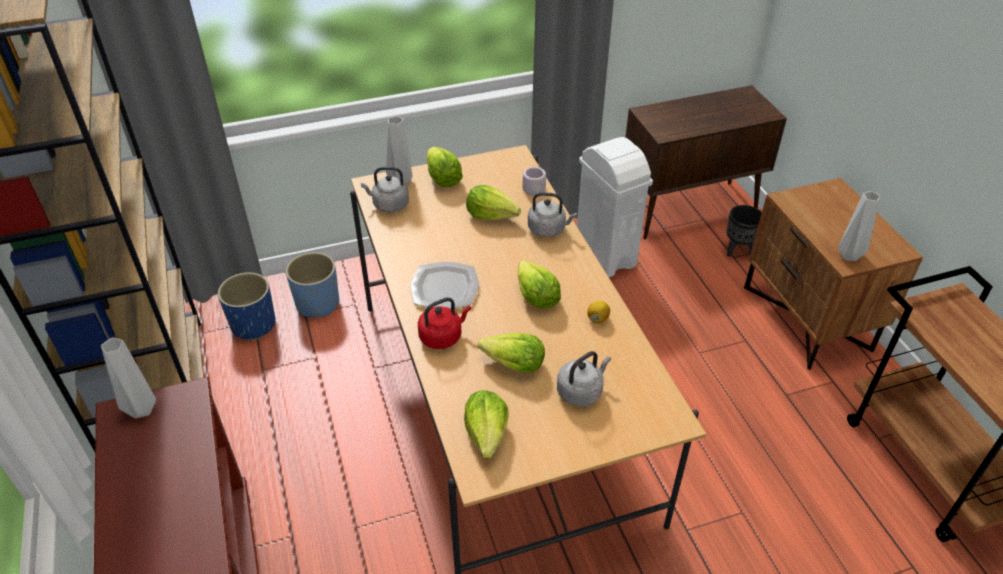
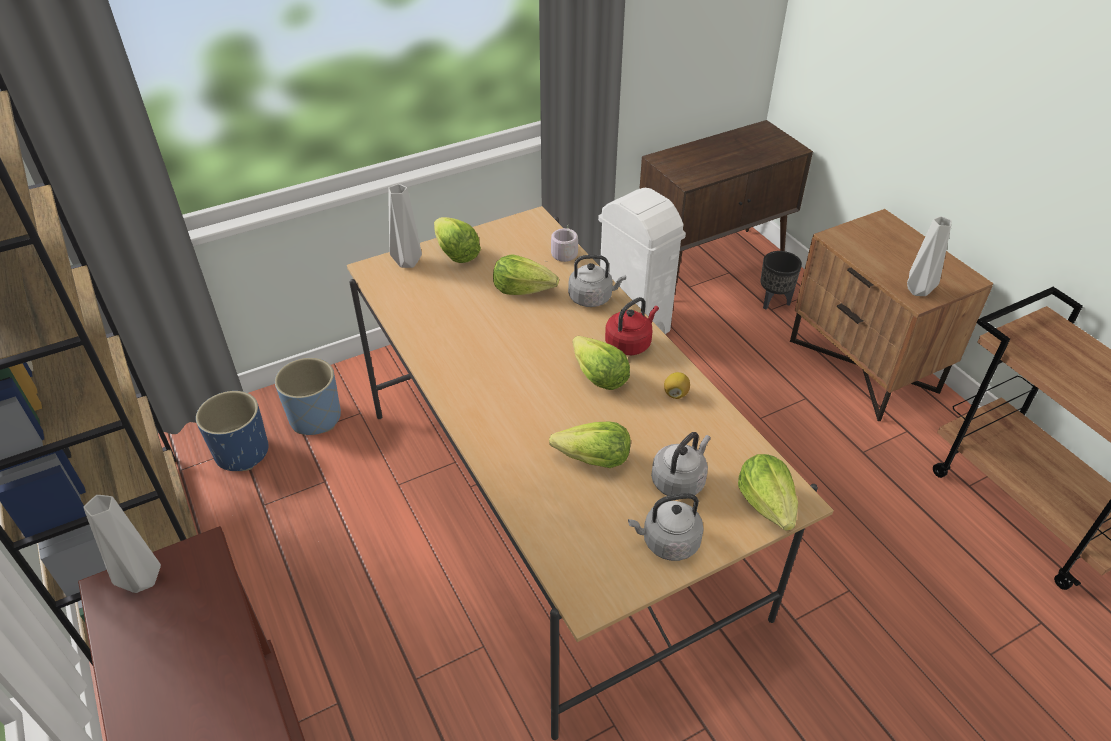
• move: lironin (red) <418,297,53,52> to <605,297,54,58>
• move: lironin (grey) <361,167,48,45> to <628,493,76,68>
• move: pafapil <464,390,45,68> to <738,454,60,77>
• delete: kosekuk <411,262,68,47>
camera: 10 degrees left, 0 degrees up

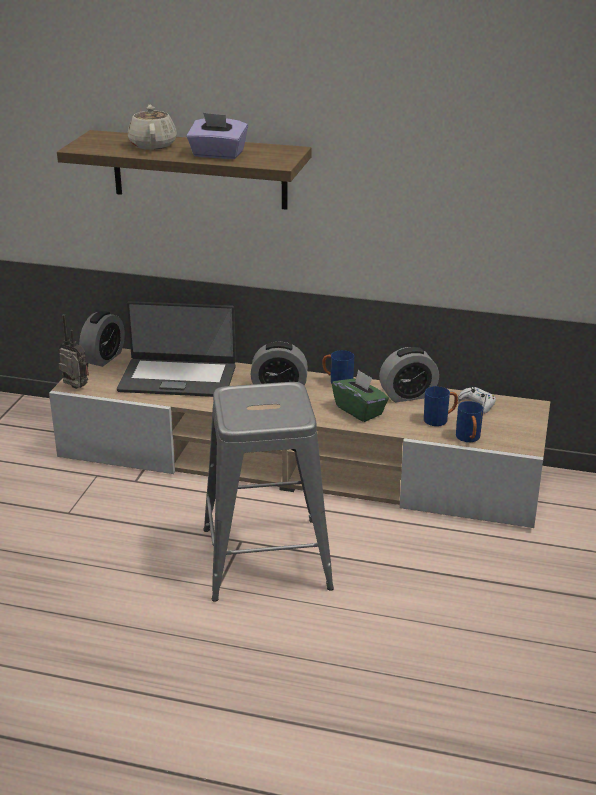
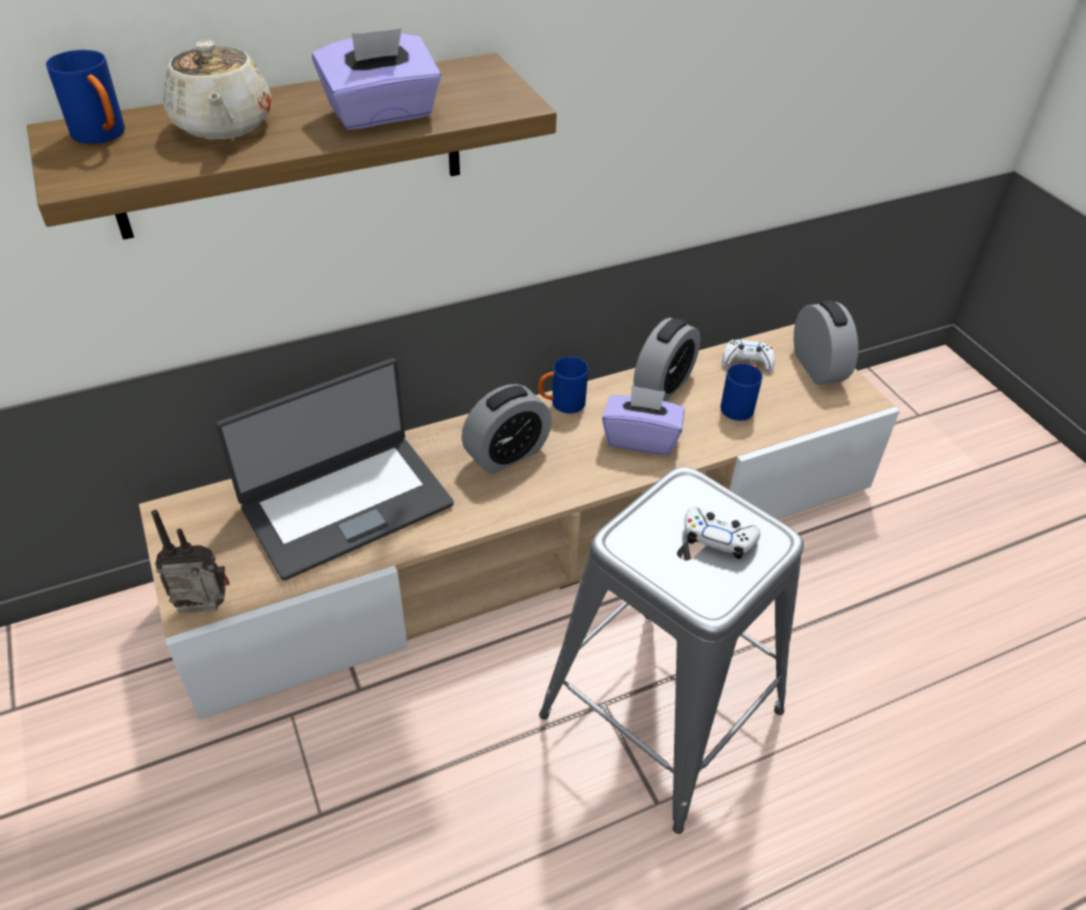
• move: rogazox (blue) <456,401,27,41> to <46,50,79,94>
• rotate: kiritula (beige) <128,105,49,45> = <163,40,109,99> 150 degrees counterclockwise
• recolor: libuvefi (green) <332,369,57,53> to libuvefi (purple) <602,385,83,70>
• insert: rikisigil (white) <684,507,76,52>
• move: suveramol <79,311,46,56> to <794,300,64,85>
camera: 40 degrees left, 15 degrees up

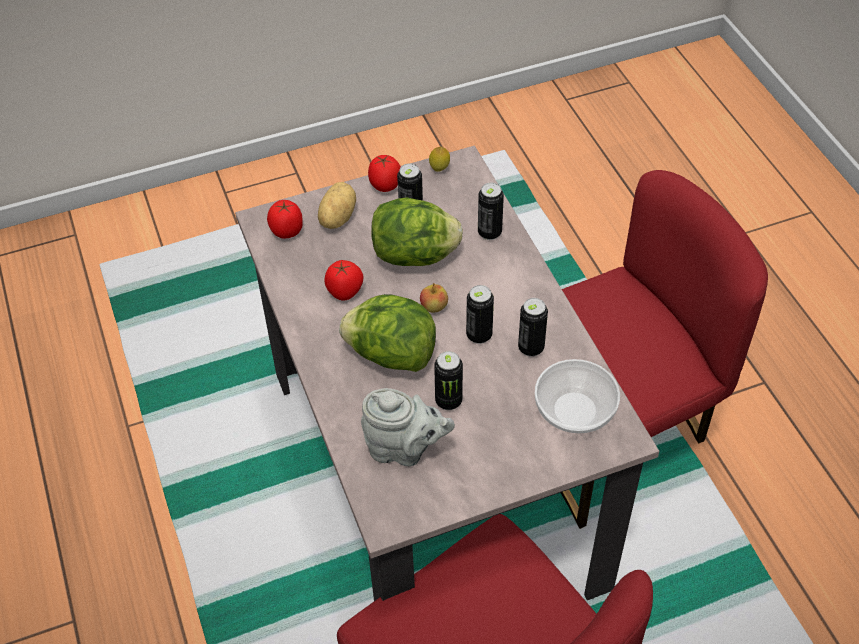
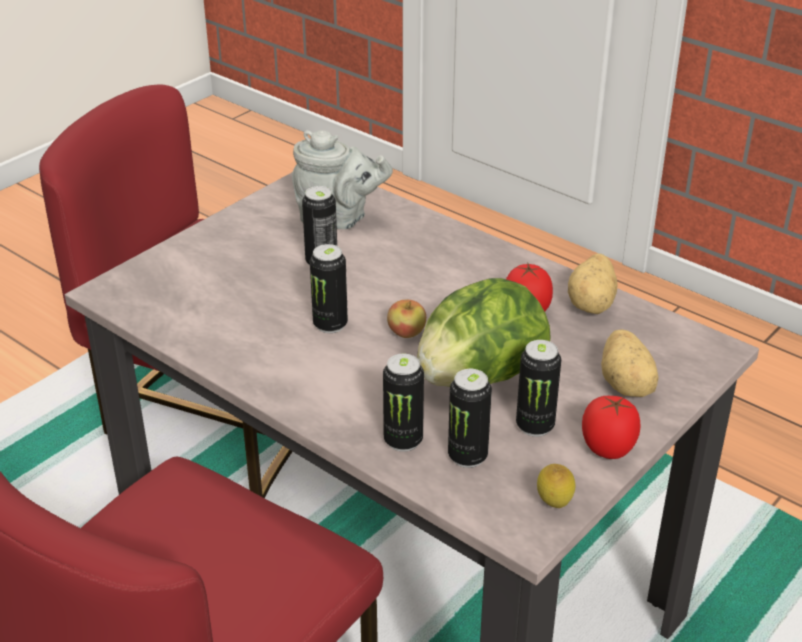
• rotate: kiritula (grey) <361,388,94,78> = <292,130,101,99> 150 degrees counterclockwise
• move: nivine <518,298,30,59> to <448,369,44,99>
• insert: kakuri <568,253,50,61>
• delete: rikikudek <267,200,36,39>
• delete: pafapil <339,294,97,78>
• delete: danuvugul <535,359,85,74>
camera: 150 degrees right, 15 degrees down

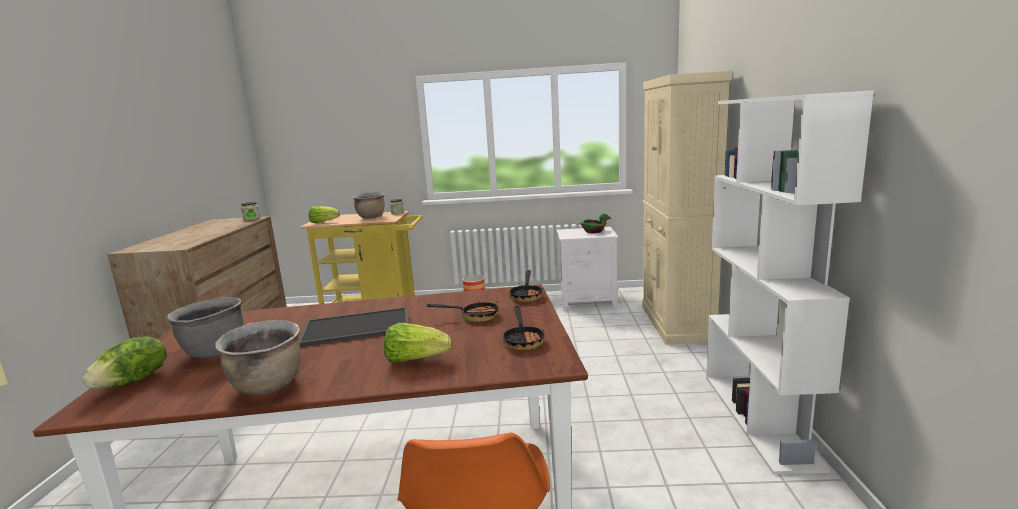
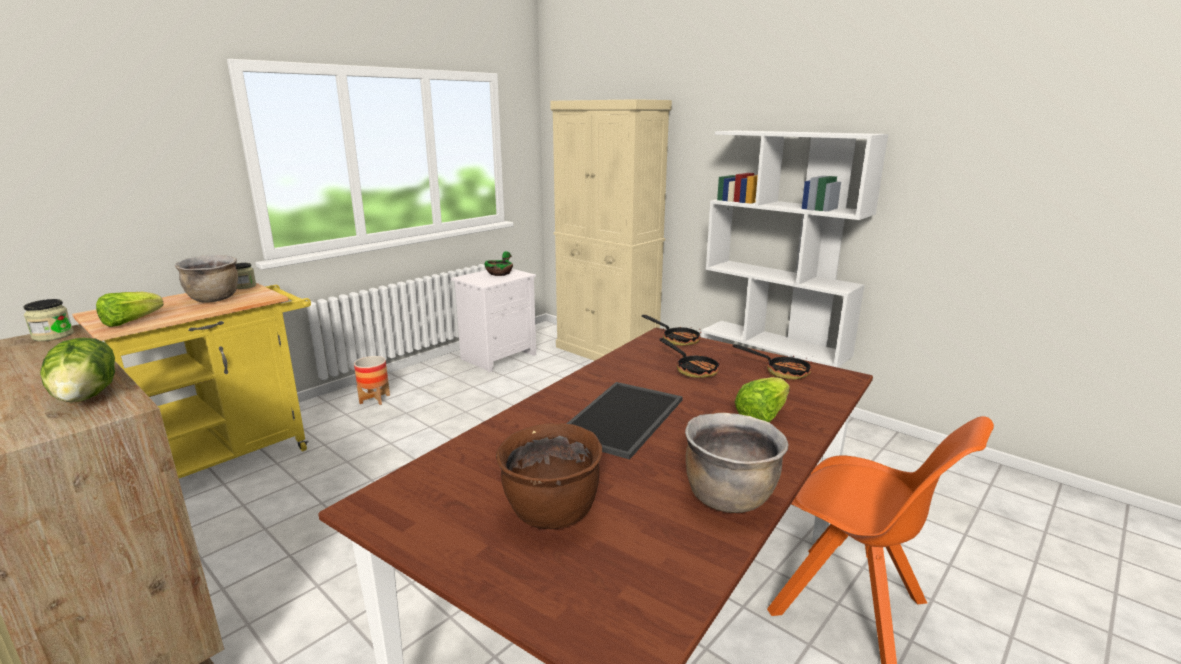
• move: pafapil <82,336,85,53> to <40,338,75,64>
• recolor: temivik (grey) <167,297,77,61> to temivik (brown) <496,423,106,106>
• rotate: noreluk <426,301,73,21> = <659,338,61,40> 105 degrees clockwise
camera: 50 degrees left, 5 degrees up

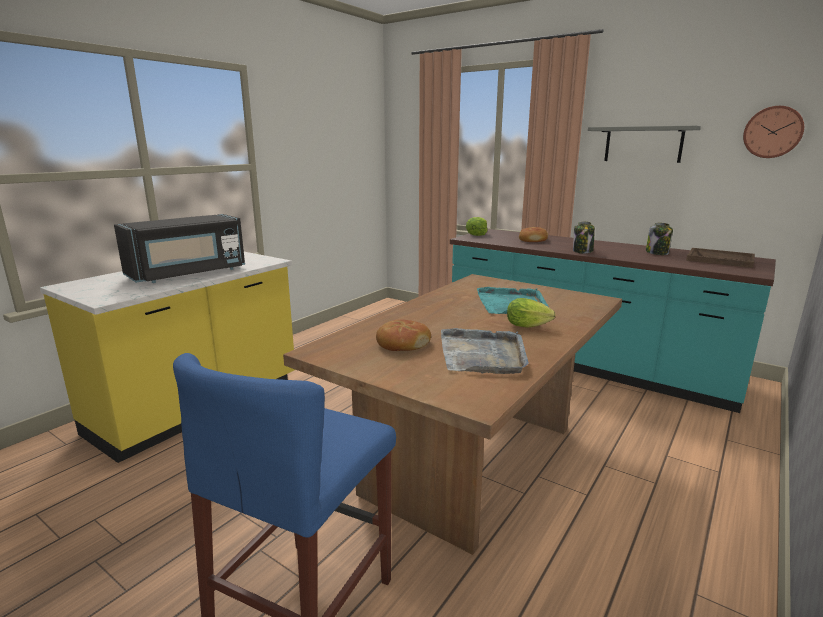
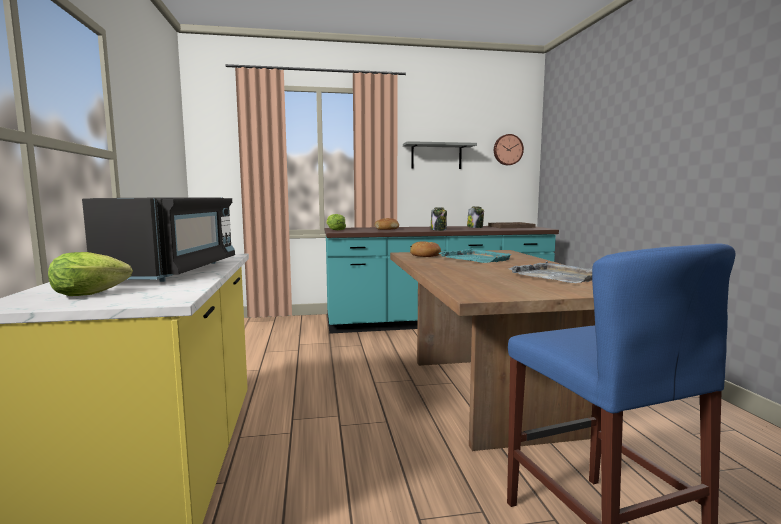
• move: pafapil <507,298,48,30> to <48,252,85,44>
• move: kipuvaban <376,320,55,31> to <410,241,31,16>
camera: 45 degrees left, 10 degrees down

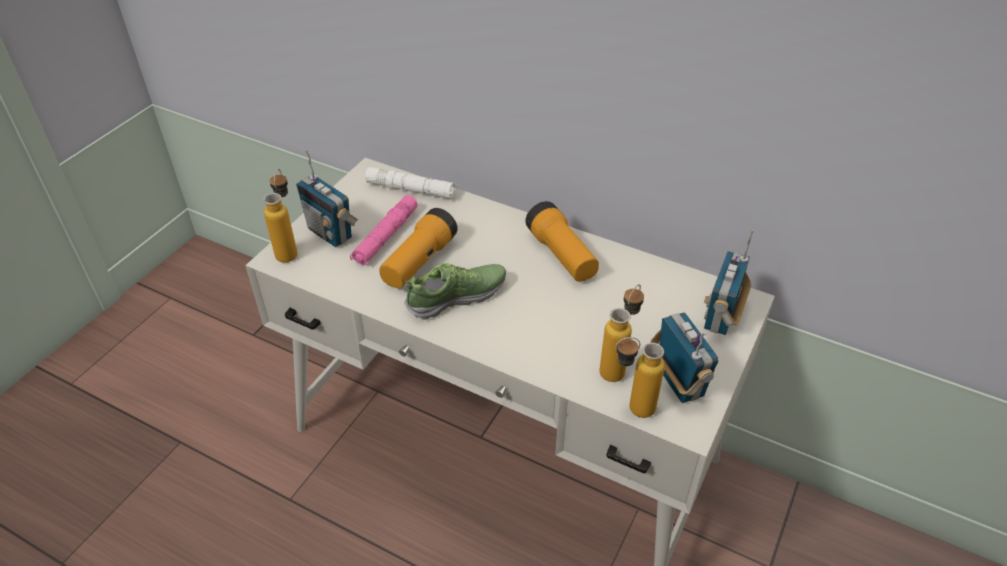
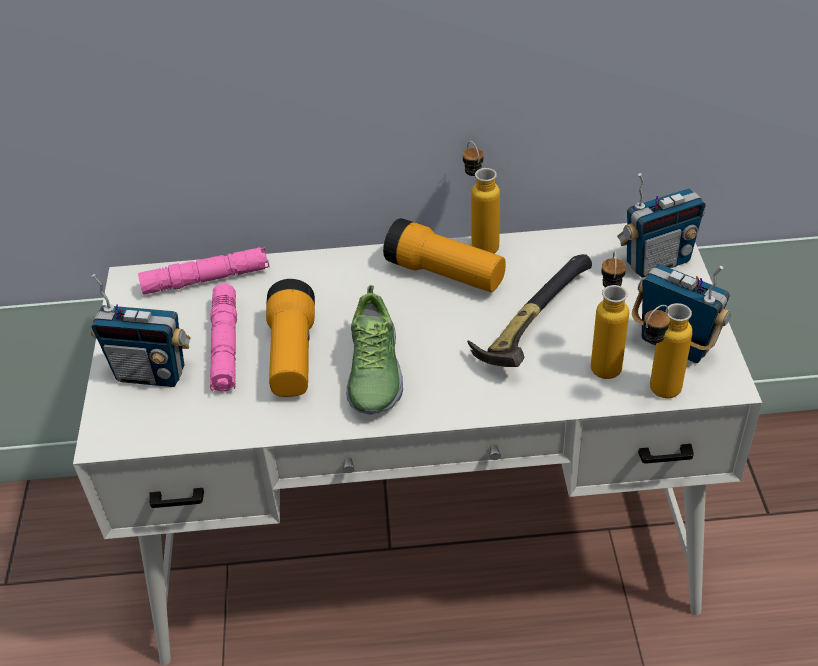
• recolor: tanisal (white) <365,167,93,32> to tanisal (pink) <138,247,132,48>
• rotate: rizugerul <405,263,101,57> = <346,285,57,130> 150 degrees clockwise
• move: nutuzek <263,169,34,94> to <463,141,37,112>
• insert: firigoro <467,254,125,113>
• rotate: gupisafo <704,230,50,105> = <617,173,89,105> 105 degrees counterclockwise
camera: 30 degrees left, 0 degrees up

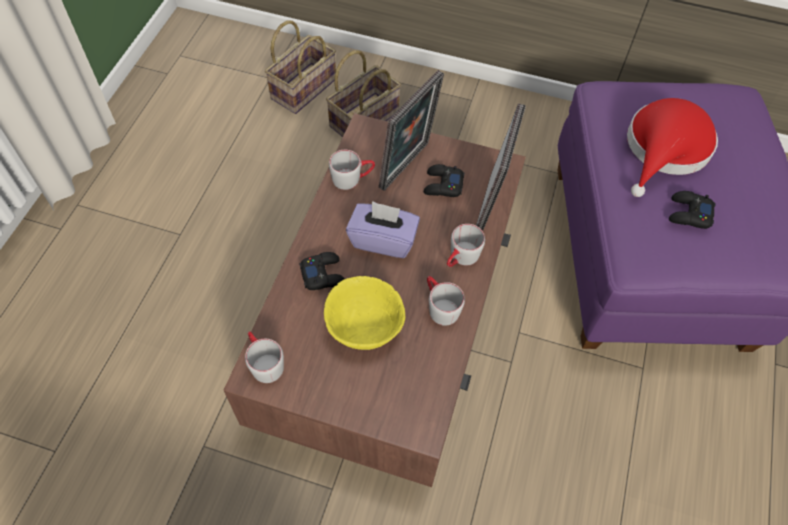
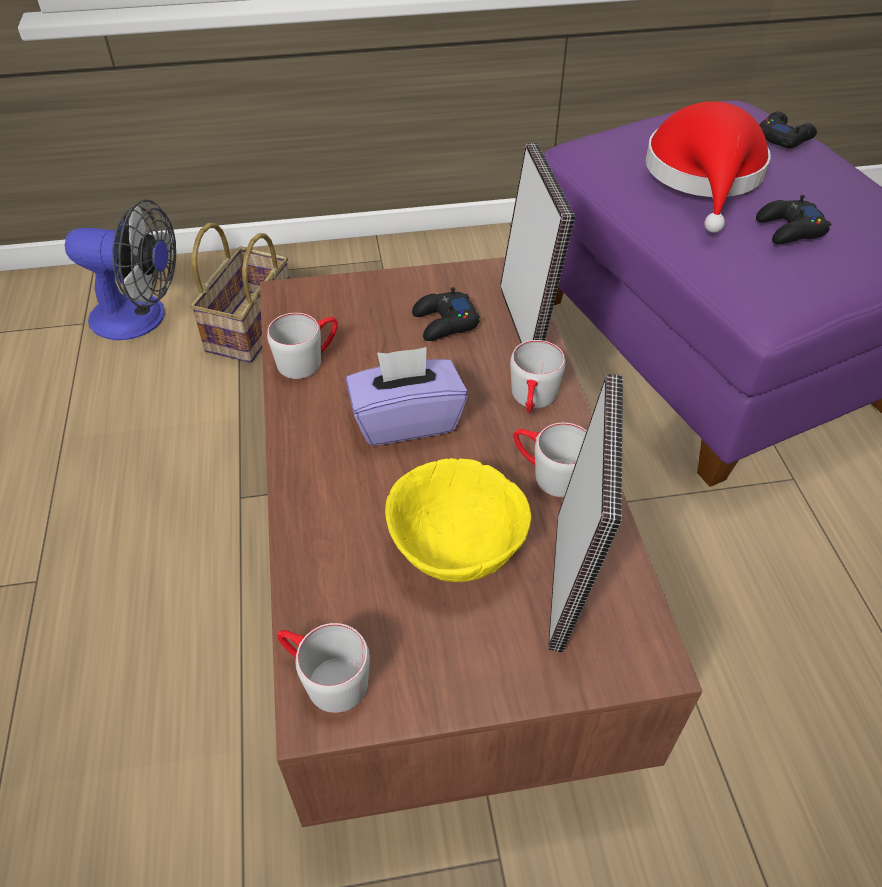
• replace: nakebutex <265,21,71,93> to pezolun <65,199,111,141>
• move: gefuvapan <379,70,65,121> to <548,373,75,279>
• move: rikisigil (black) <300,252,45,38> to <759,112,58,36>
camera: 25 degrees left, 10 degrees down

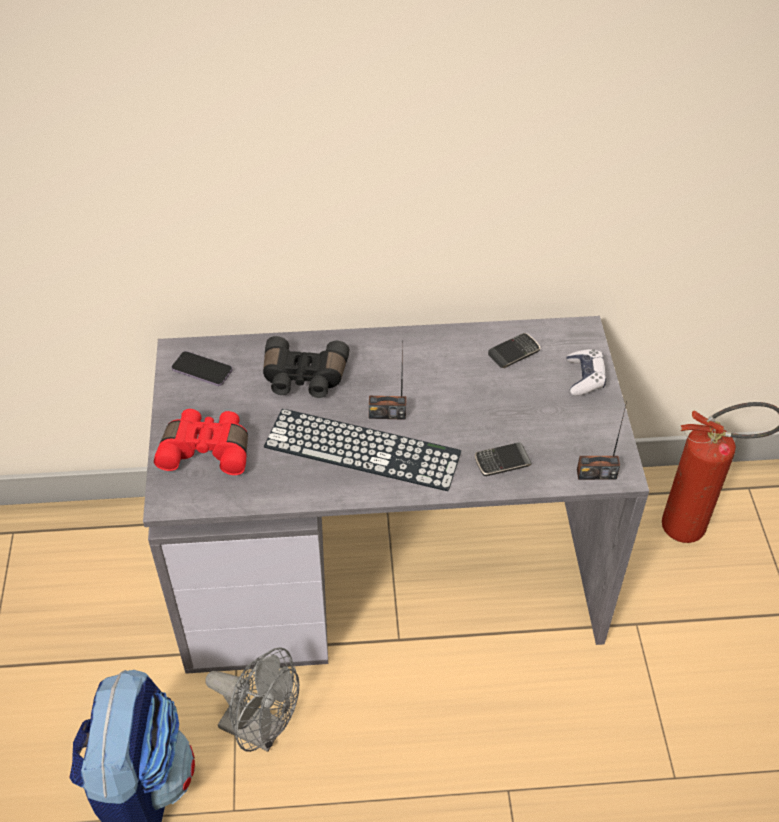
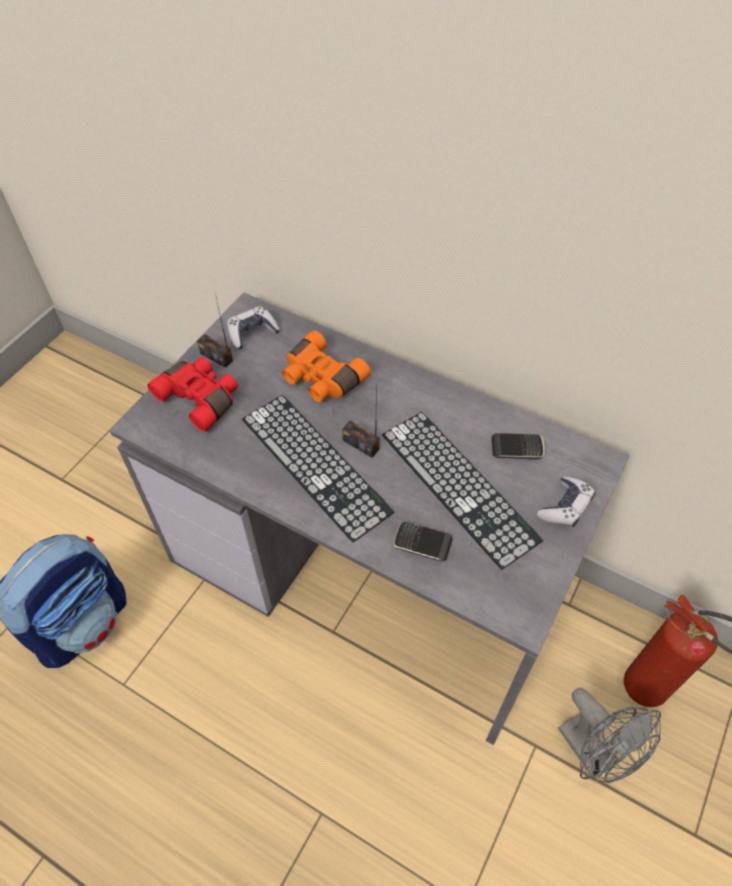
• move: gupisafo <577,402,50,78> to <197,294,36,74>
• replace: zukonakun <172,351,61,35> to rikisigil <227,306,53,43>
• recolor: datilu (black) <263,336,86,62> to datilu (orange) <282,330,89,72>
• insert: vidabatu <382,412,161,158>
• move: pezolun (grey) <205,647,94,105> to <558,688,103,95>
camera: 35 degrees right, 5 degrees up

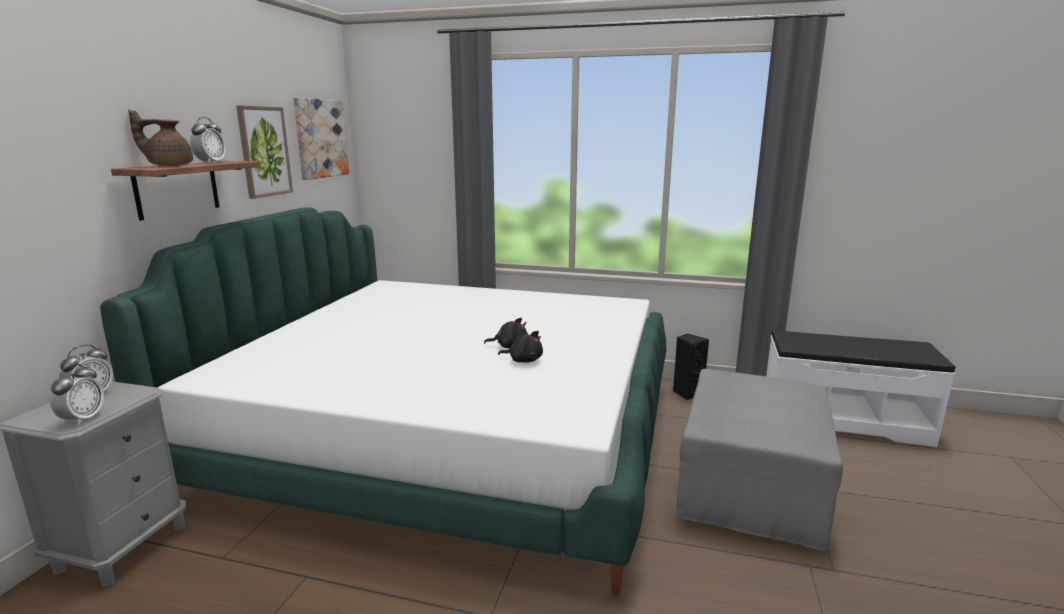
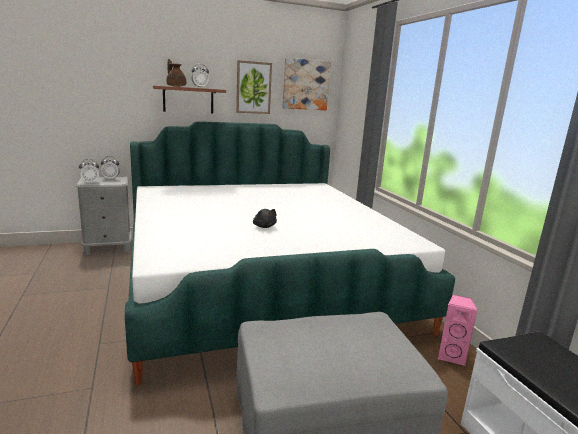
• recolor: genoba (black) <673,334,36,67> to genoba (pink) <438,295,40,71>
• delete: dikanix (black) <498,331,45,32>
camera: 55 degrees right, 0 degrees up

